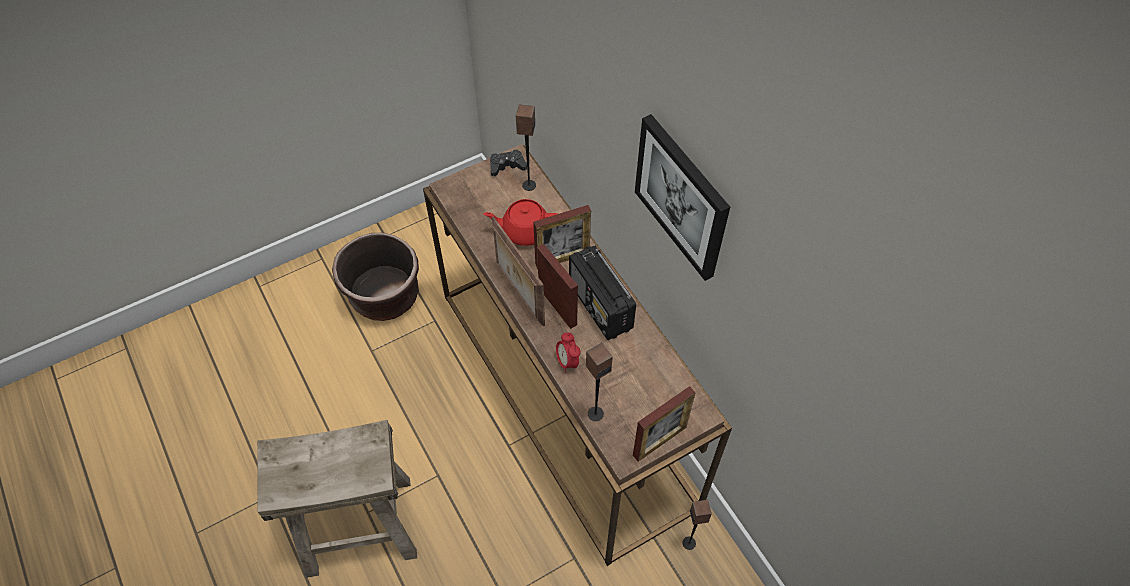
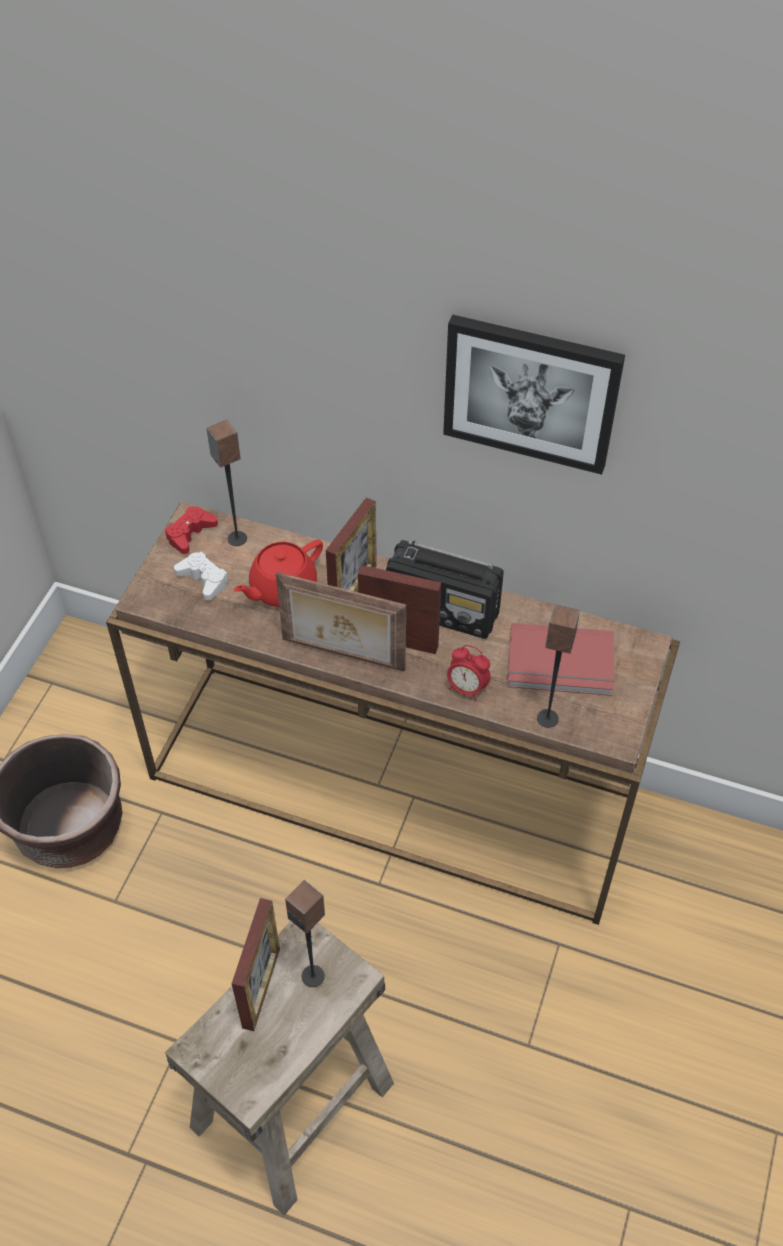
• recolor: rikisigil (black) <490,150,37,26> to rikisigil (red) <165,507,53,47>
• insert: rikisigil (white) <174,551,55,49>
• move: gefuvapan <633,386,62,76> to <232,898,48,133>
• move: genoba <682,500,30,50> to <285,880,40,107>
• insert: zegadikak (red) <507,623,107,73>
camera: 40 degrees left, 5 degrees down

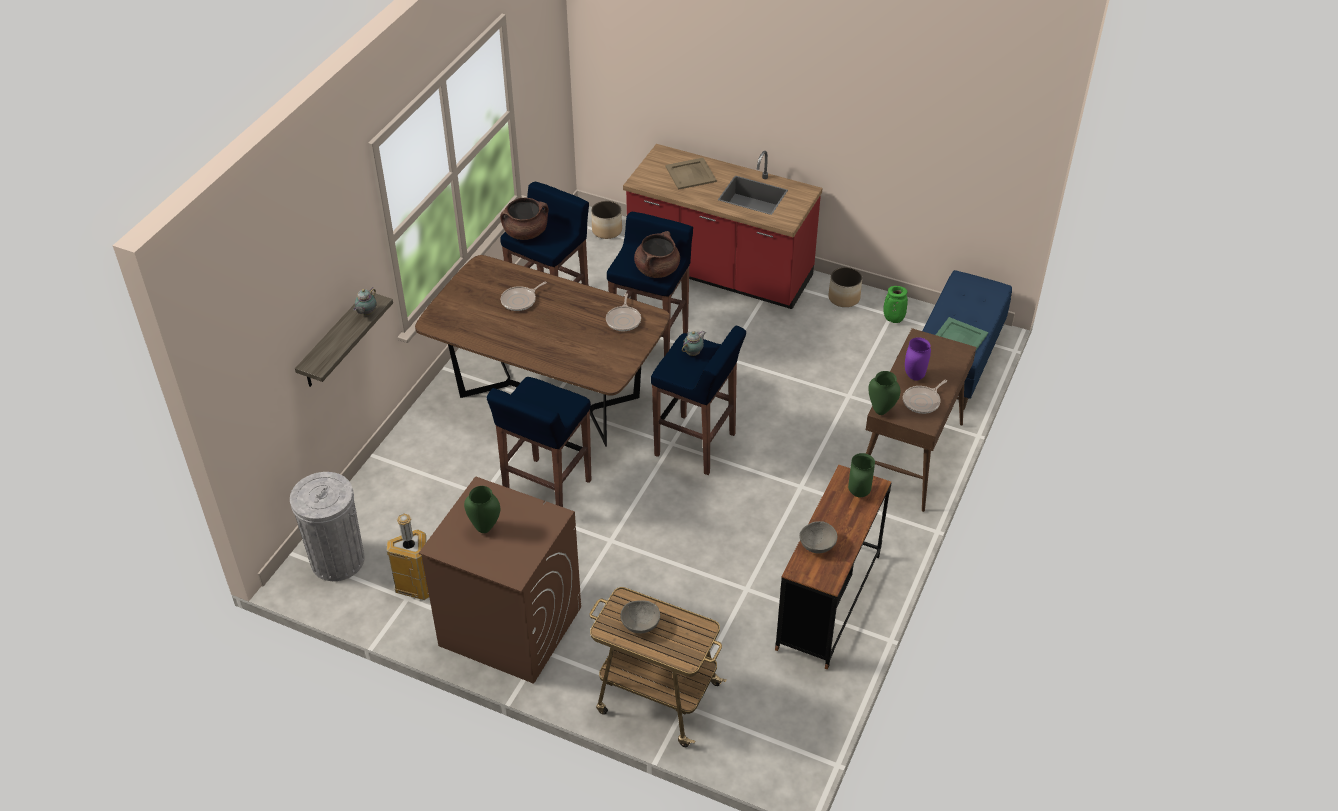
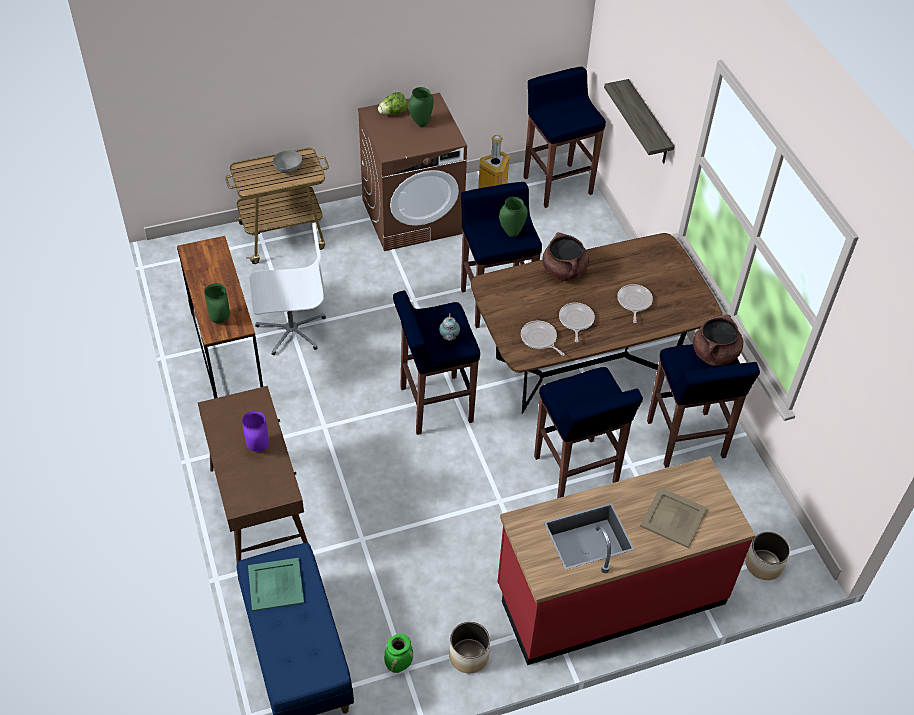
• insert: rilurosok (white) <249,223,77,132>
• insert: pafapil <378,92,30,23>
• move: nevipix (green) <868,371,32,44> to <499,197,29,40>
• replace: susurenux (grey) <290,472,75,109> to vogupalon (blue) <523,67,83,141>
• move: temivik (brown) <634,231,46,47> to <542,232,47,49>
• move: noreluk <903,379,44,35> to <559,302,36,40>
• delete: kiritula <353,288,24,27>
• delete: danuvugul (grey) <799,521,38,32>
camera: 135 degrees right, 5 degrees up

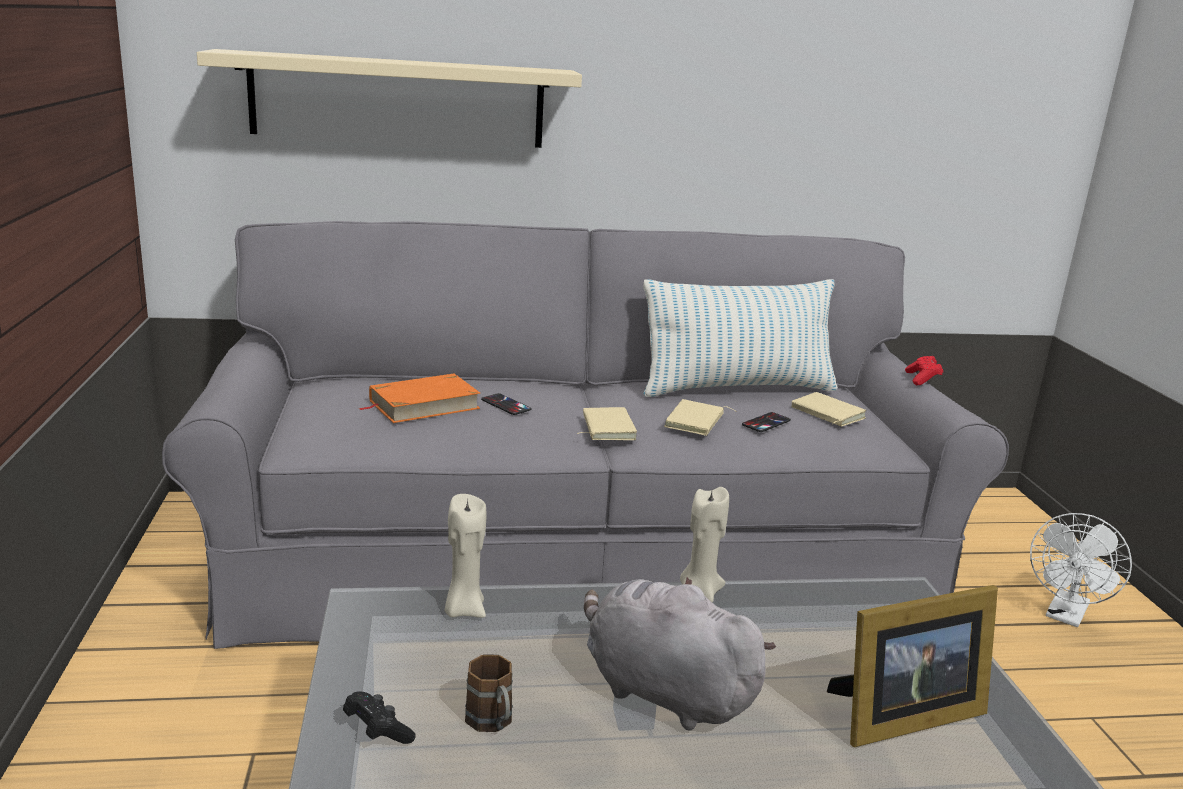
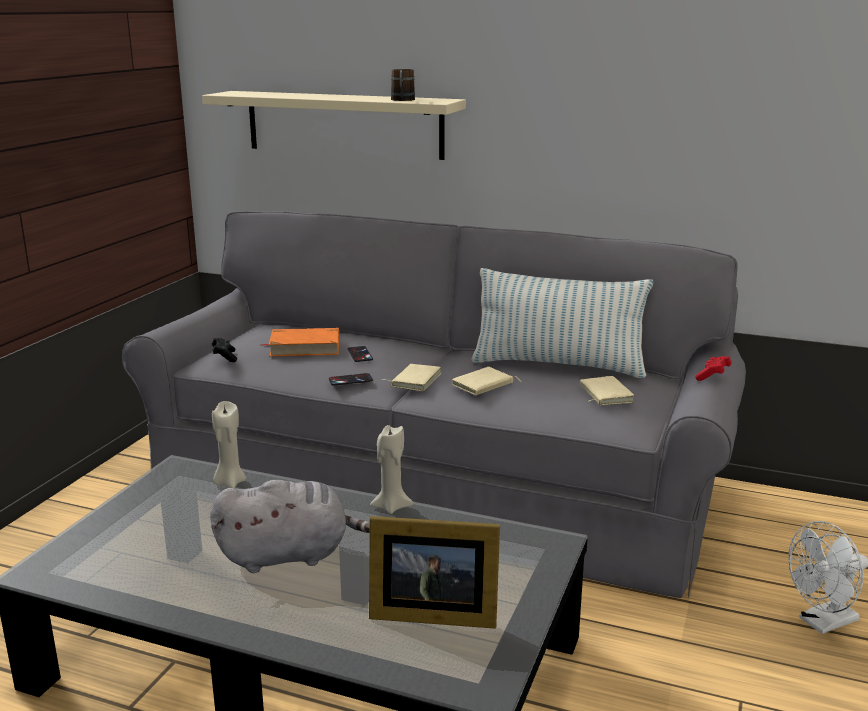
• rotate: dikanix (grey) <584,577,192,153> = <210,480,160,93> 105 degrees clockwise
• move: rikisigil (black) <343,691,73,53> to <212,338,25,24>
• move: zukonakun <742,412,49,20> to <329,373,44,12>
• move: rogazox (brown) <465,654,48,78> to <391,69,24,32>
camera: 30 degrees right, 0 degrees up

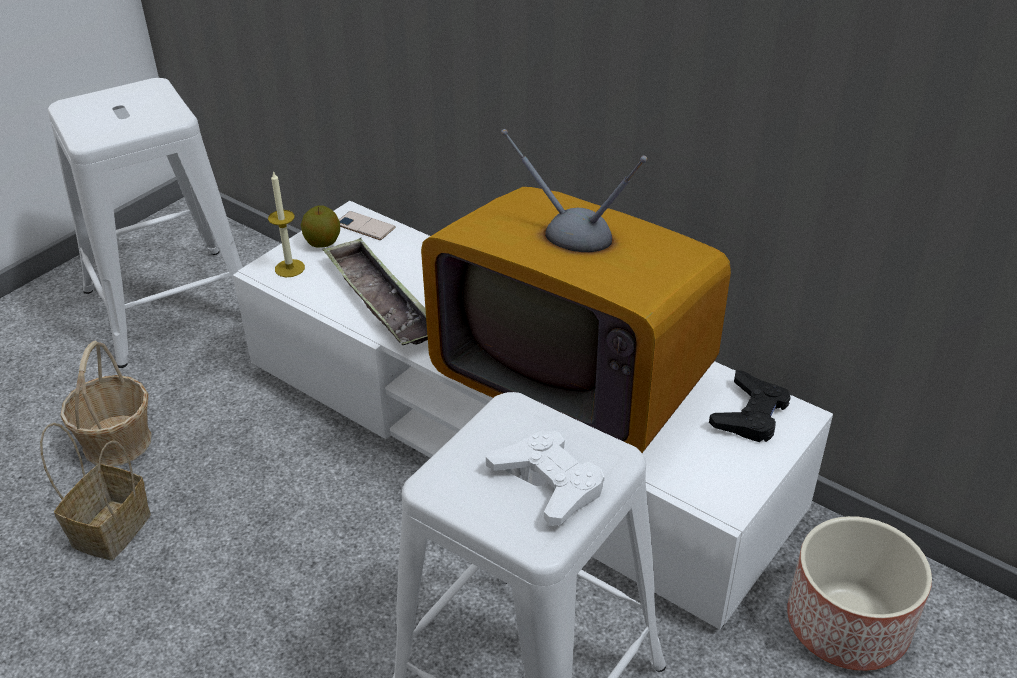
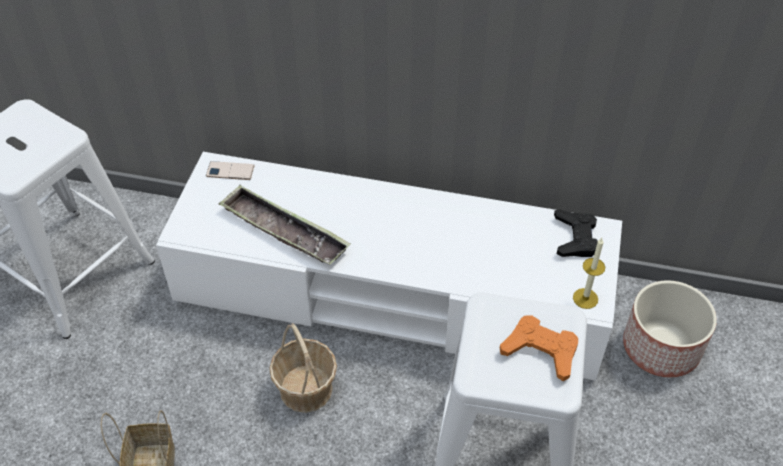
• move: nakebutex <61,341,91,125> to <269,323,68,90>
• recolor: rikisigil (white) <486,428,118,98> to rikisigil (orange) <500,315,78,66>
• move: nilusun <268,171,37,106> to <573,238,32,71>
• delete: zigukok <301,205,39,43>
• delete: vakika <421,129,310,324>
camera: 25 degrees left, 10 degrees up

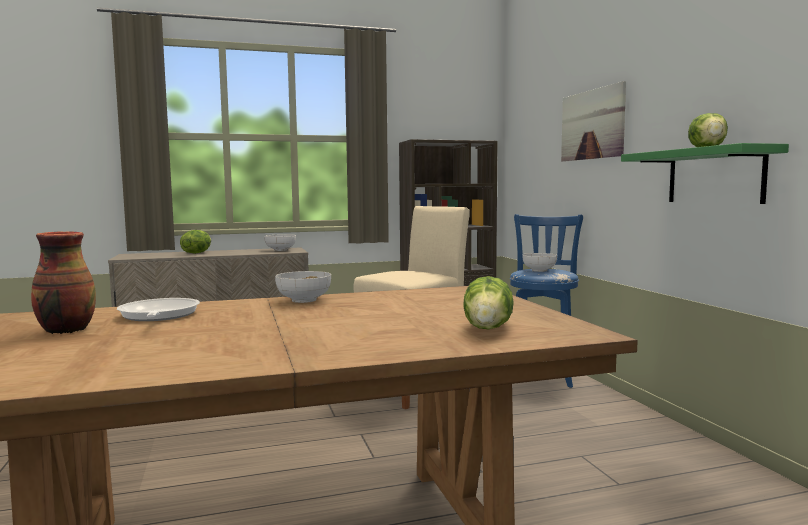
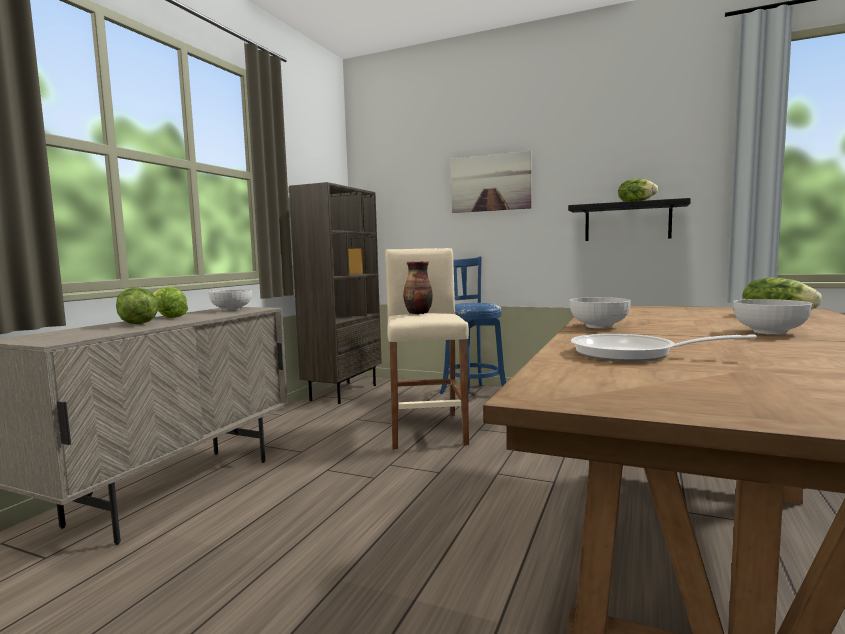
• insert: pafapil <153,287,35,31>
• move: nevipix <31,231,65,103> to <403,261,30,53>
• recolor: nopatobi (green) <621,143,168,61> to nopatobi (black) <568,198,123,43>
• move: danuvugul <522,253,35,19> to <733,299,79,36>
camera: 50 degrees left, 0 degrees up

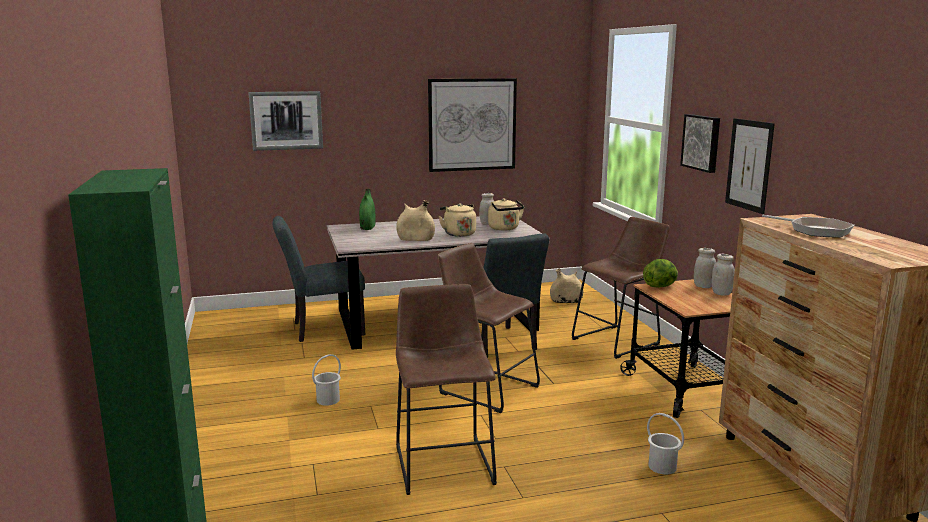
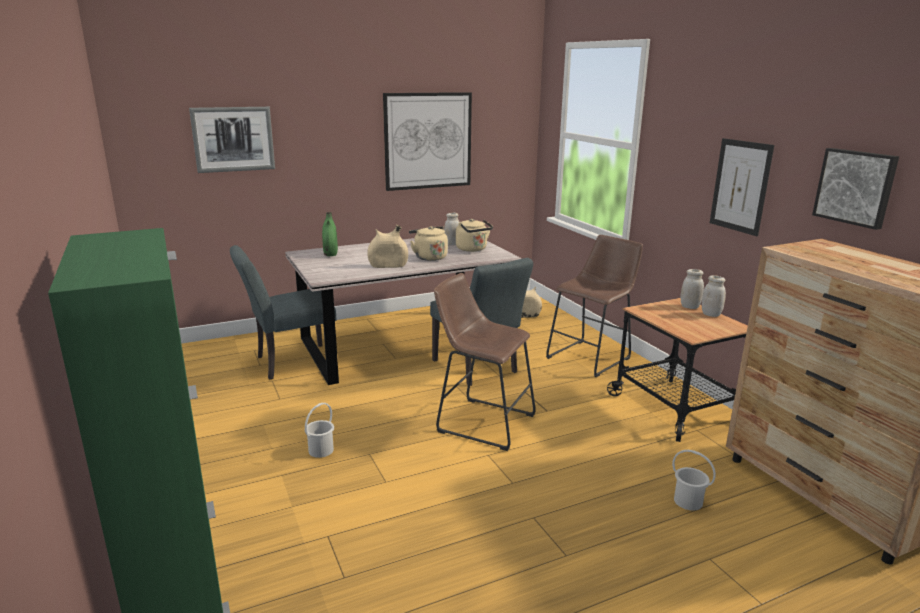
• move: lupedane <680,114,40,59> to <812,148,87,82>
• delete: vogupalon (brown) <396,284,101,211>
• delete: pafapil <643,259,35,28>
• delete: noreluk <762,215,93,23>
camera: 10 degrees left, 5 degrees up

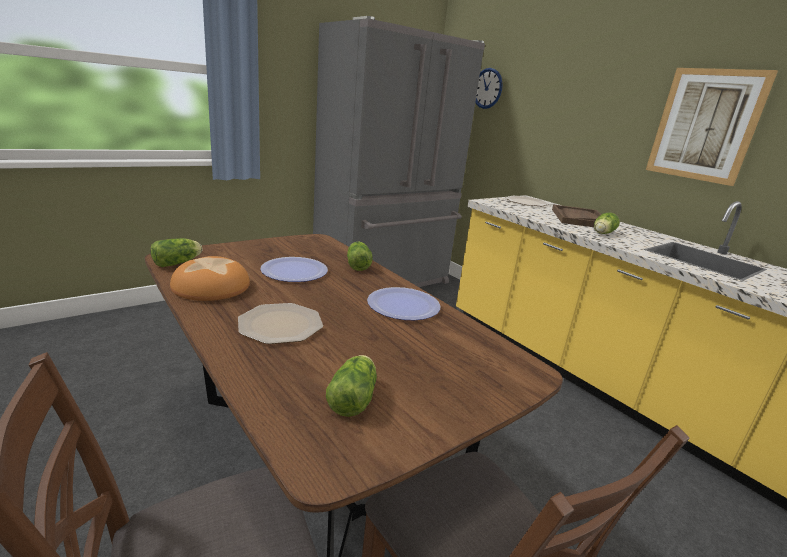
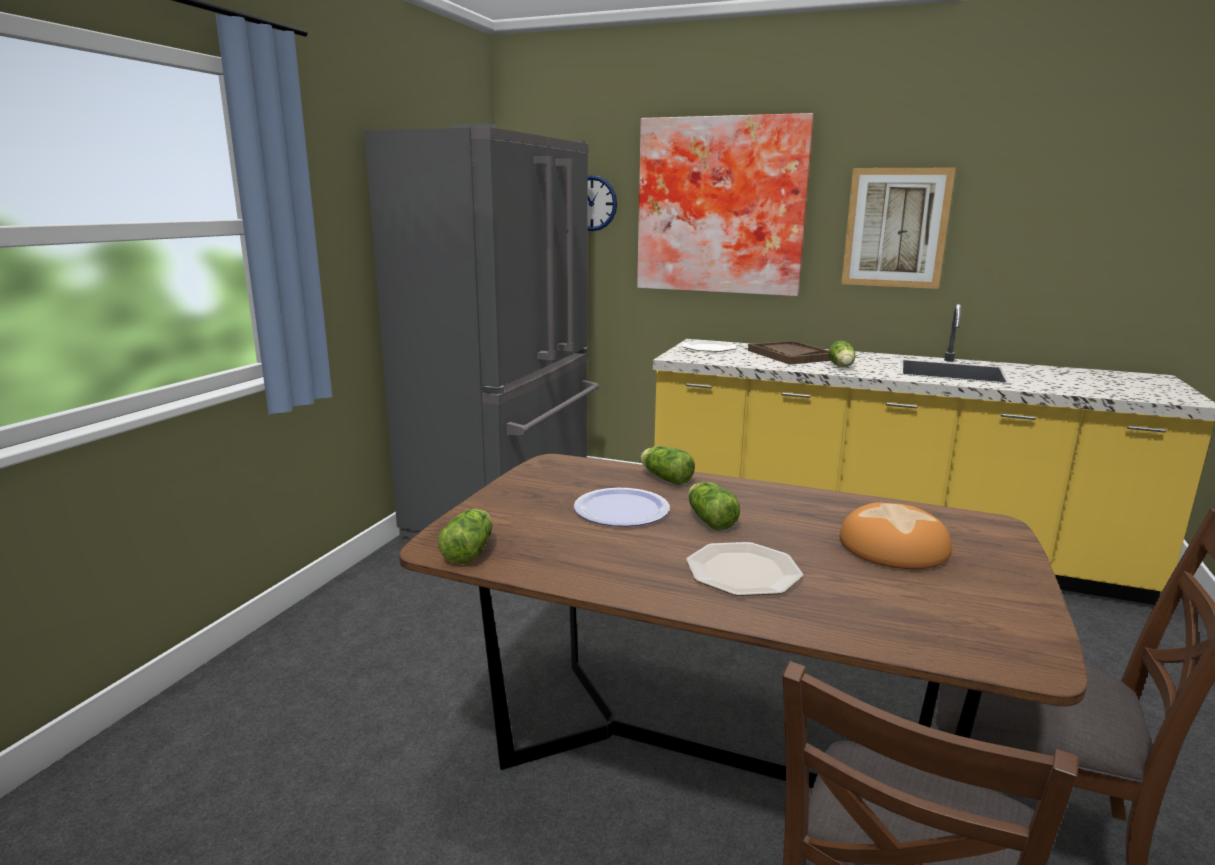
• insert: lupedane <637,113,177,183>
• move: pafapil <326,355,51,62> to <688,482,52,48>
• move: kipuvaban <170,256,80,45> to <840,502,112,67>
• delete: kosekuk <367,287,73,33>
camera: 30 degrees left, 5 degrees down

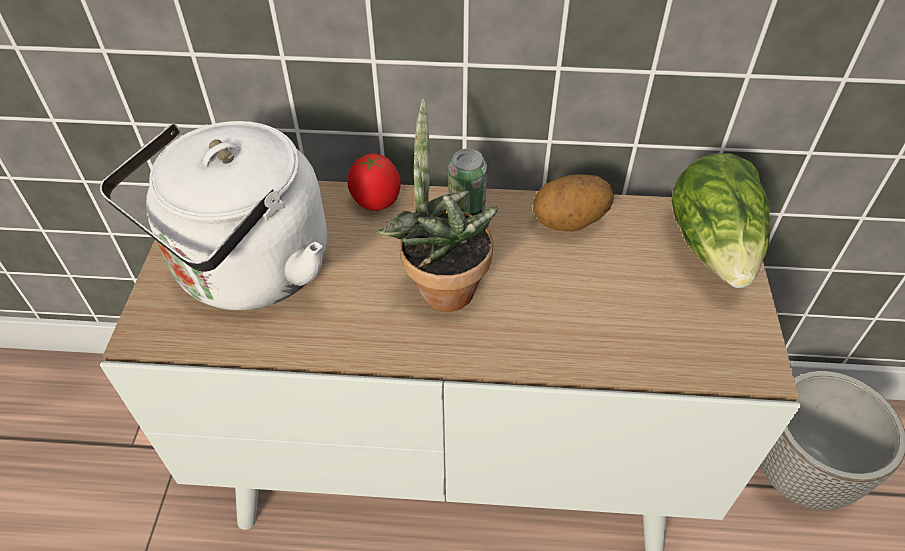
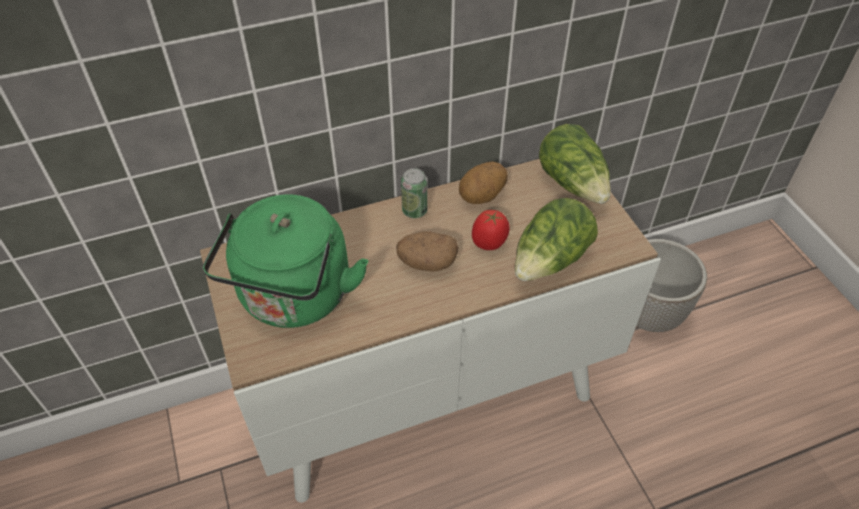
• recolor: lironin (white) <100,121,227,189> to lironin (green) <203,194,165,134>
• replace: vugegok <376,99,122,213> to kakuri <396,231,62,41>
• move: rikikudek <347,153,54,58> to <472,210,38,40>
• insert: pafapil <515,198,83,83>
camera: 25 degrees left, 0 degrees up

